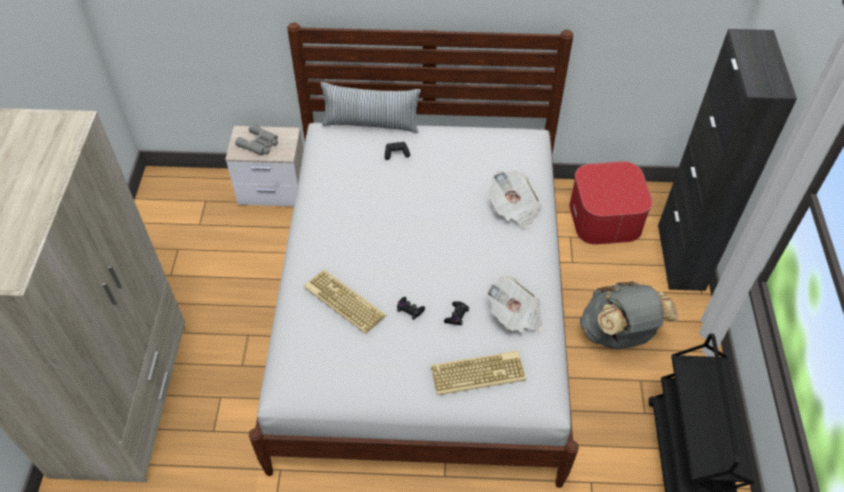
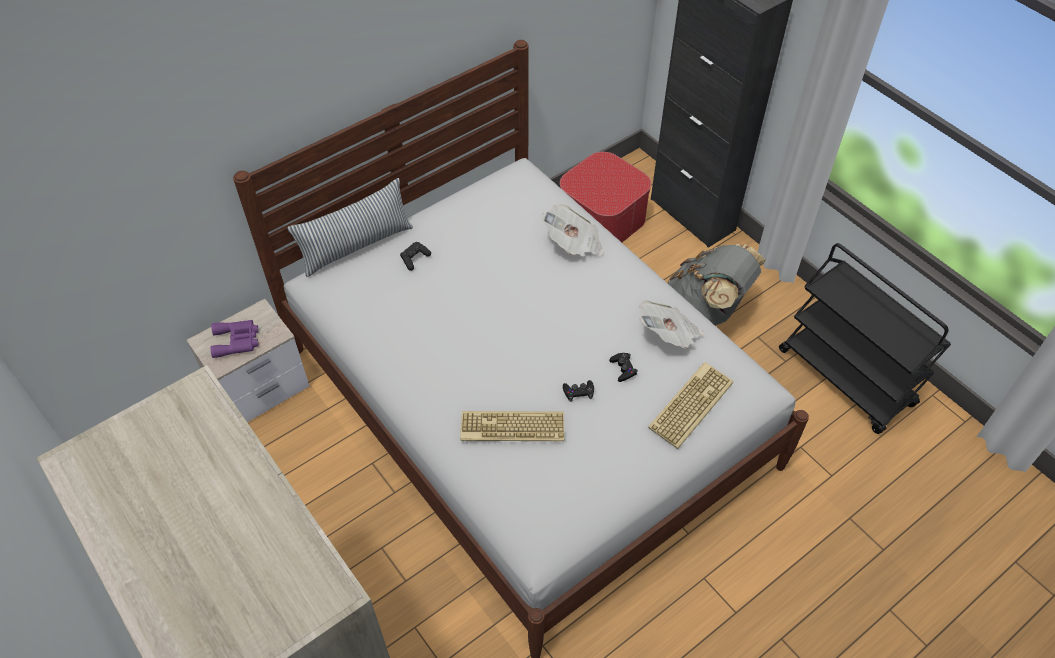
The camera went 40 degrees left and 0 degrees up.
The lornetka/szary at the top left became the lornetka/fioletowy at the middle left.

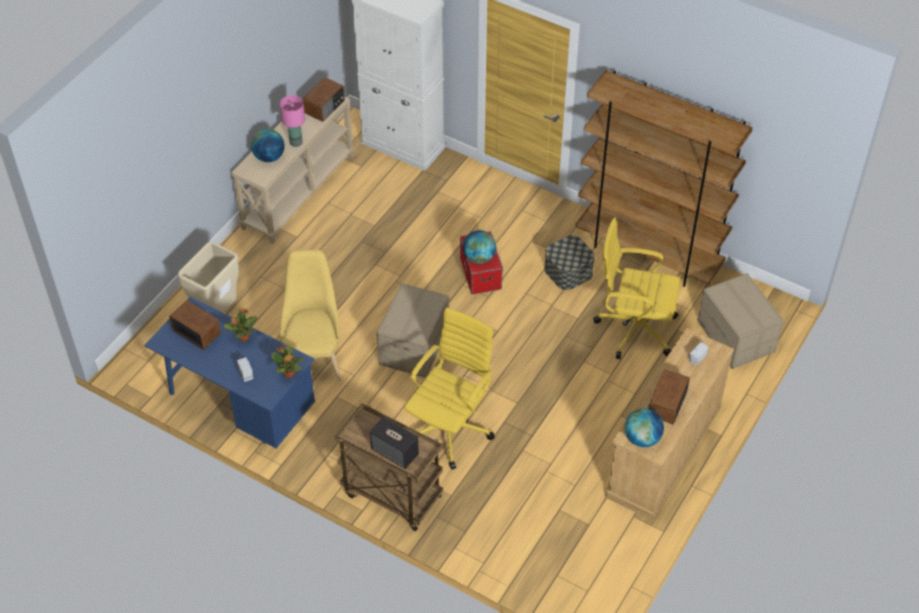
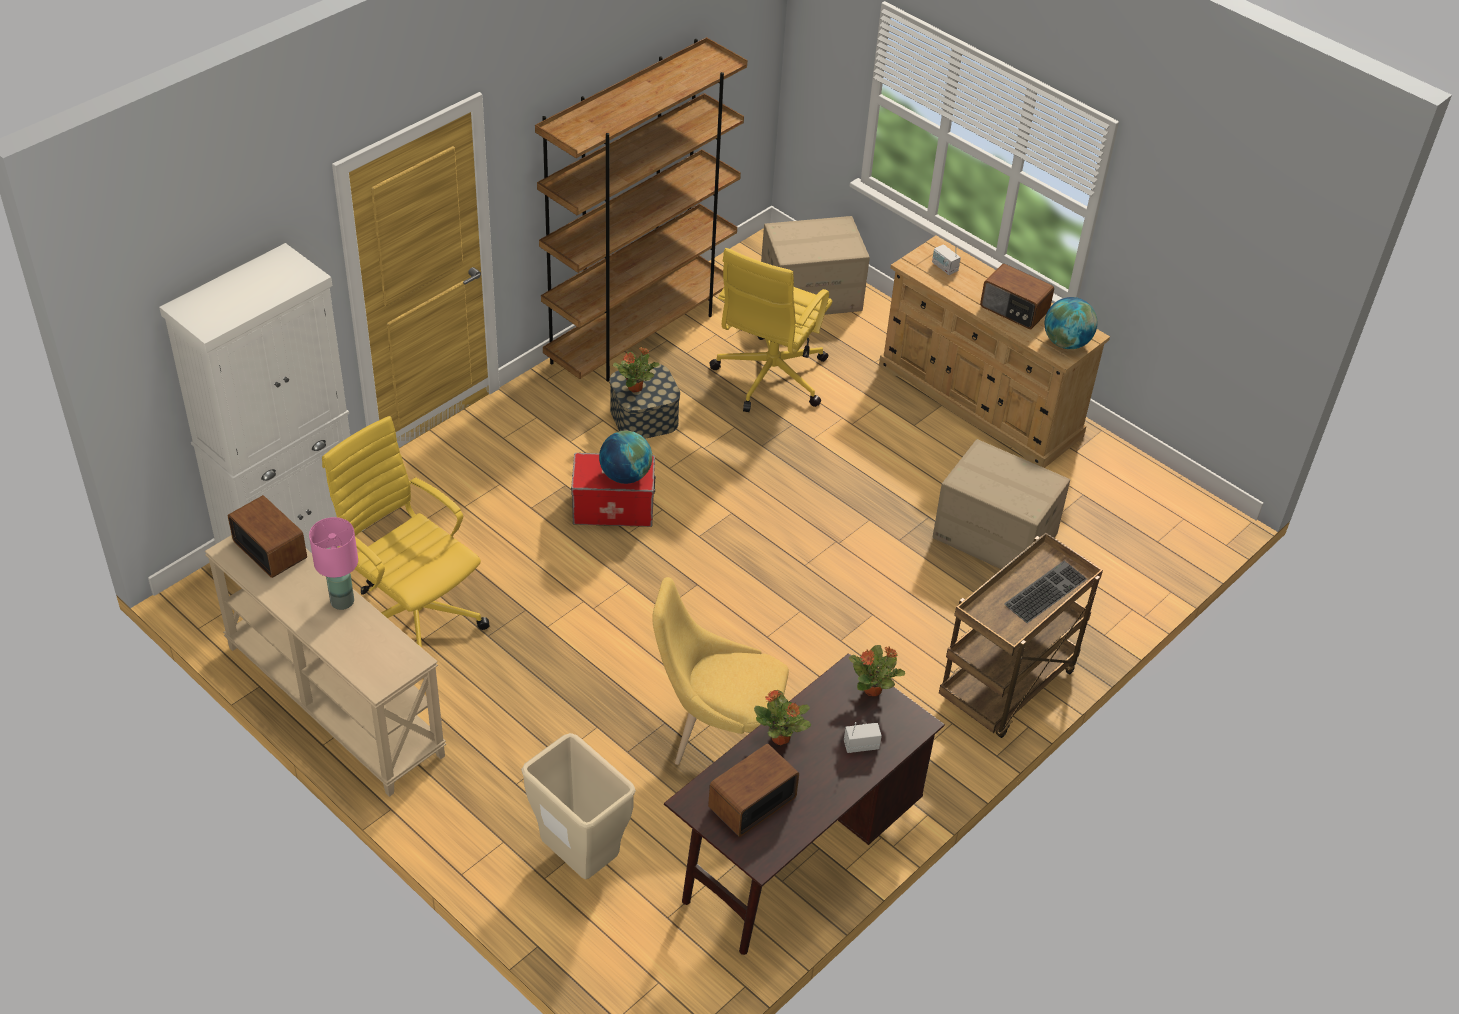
The camera went 80 degrees left and 5 degrees down.
The globus (no. 1 from left) at the top left disappeared.
The roślina doniczkowa (no. 1 from left) at the centre appeared.
The karton (no. 1 from left in the first image) moved from the centre to the middle right.
The krzesło biurowe/żółty (no. 1 from left) moved from the centre to the middle left.
The głośnik at the bottom centre was replaced by the klawiatura at the middle right.
The biurko/niebieski at the middle left became the biurko/brązowy at the bottom centre.

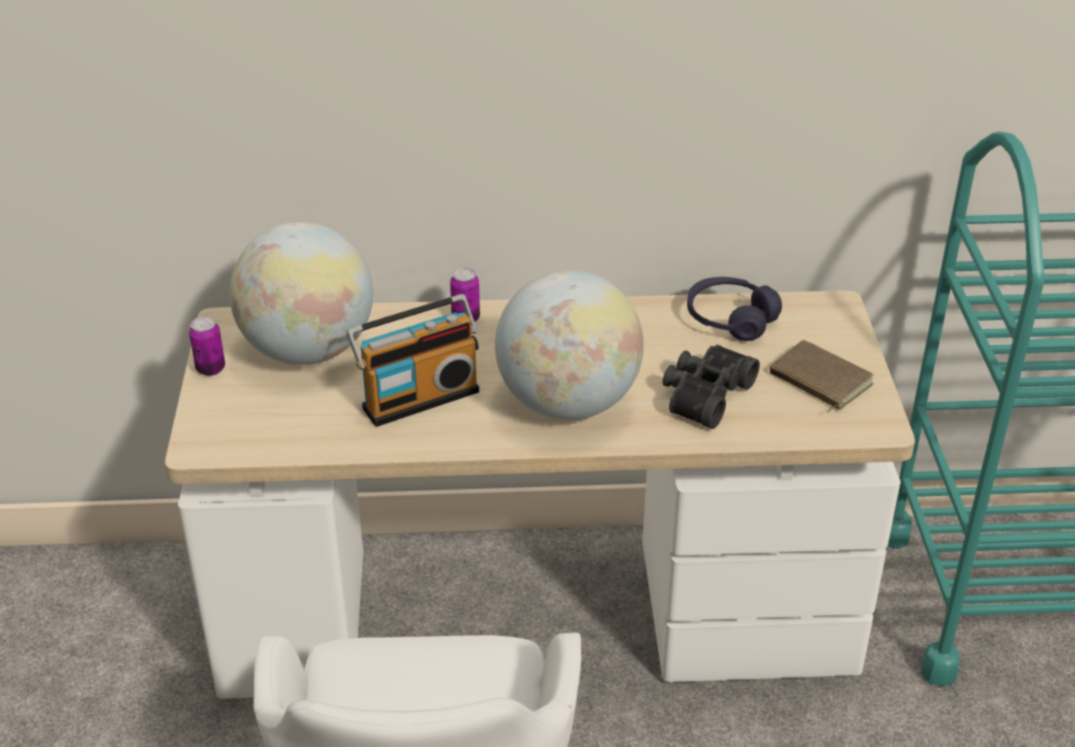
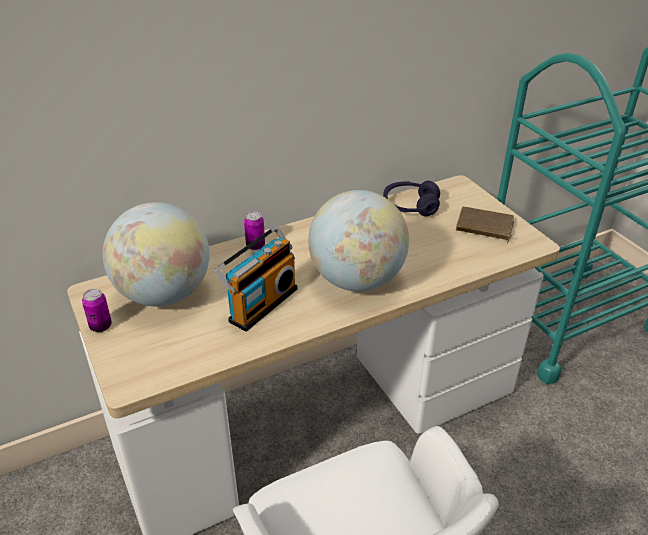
The camera went 25 degrees left and 0 degrees up.
The lornetka/czarny at the centre disappeared.

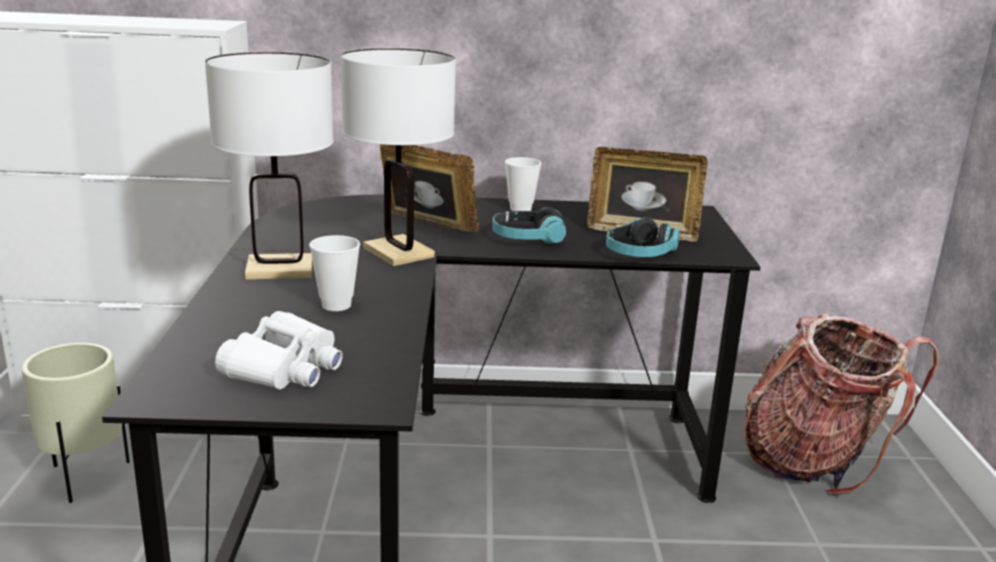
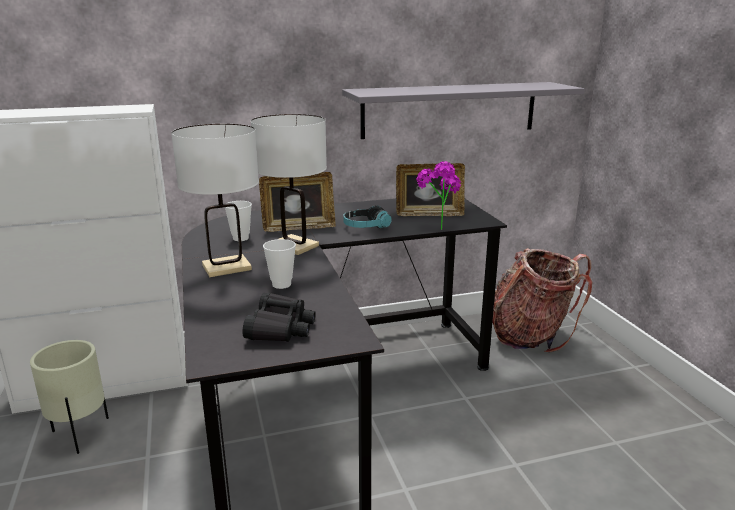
The camera went 15 degrees left and 0 degrees up.
The półka/szary at the top centre appeared.
The filiżanka (no. 2 from left in the first image) moved from the top centre to the middle left.
The słuchawki (no. 2 from left) at the centre was replaced by the roślina doniczkowa at the centre.
The lornetka/biały at the middle left became the lornetka/czarny at the centre.
The ramka na zdjęcie (no. 1 from left) at the centre turned 150 degrees clockwise.

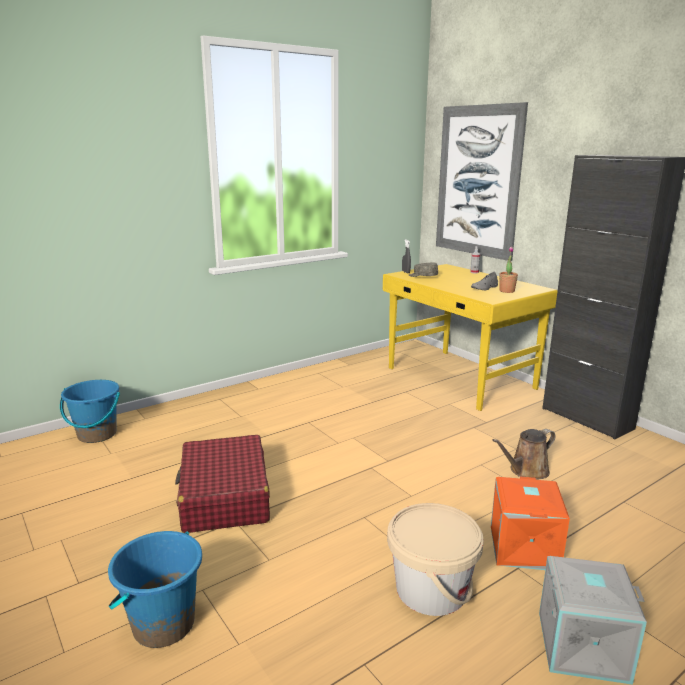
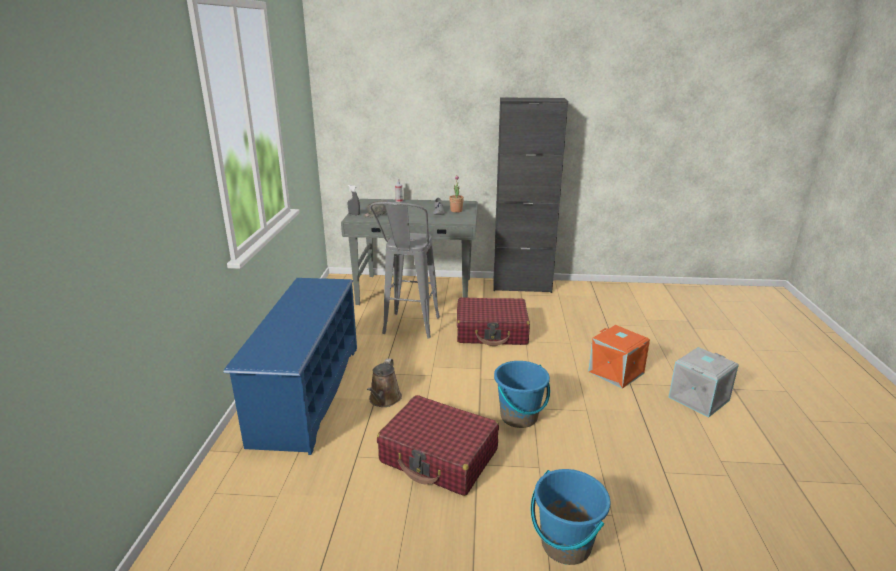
The camera went 50 degrees left and 5 degrees up.
The wiadro/beżowy at the bottom centre disappeared.
The obraz at the top right disappeared.
The regał na buty/niebieski at the middle left appeared.
The stołek/szary at the centre appeared.
The walizka/czerwony (no. 2 from left) at the centre appeared.
The wiadro/niebieski (no. 1 from left) moved from the middle left to the bottom centre.
The konewka/brązowy moved from the middle right to the bottom centre.
The biurko/żółty at the middle right became the biurko/szary at the centre.

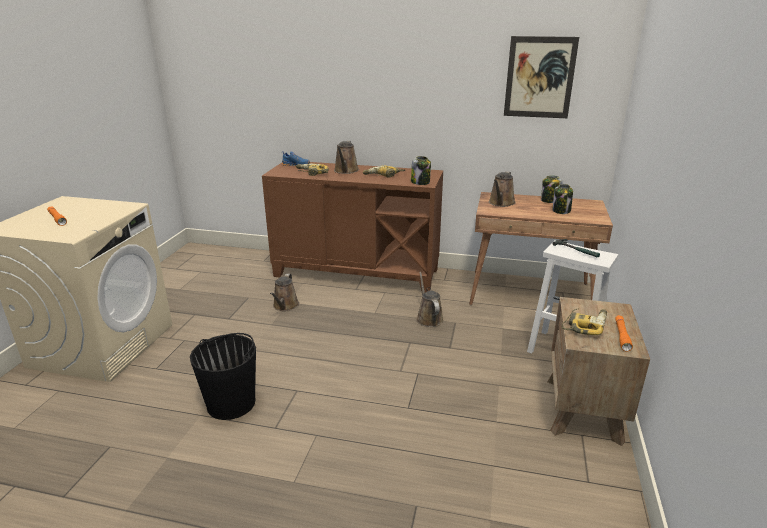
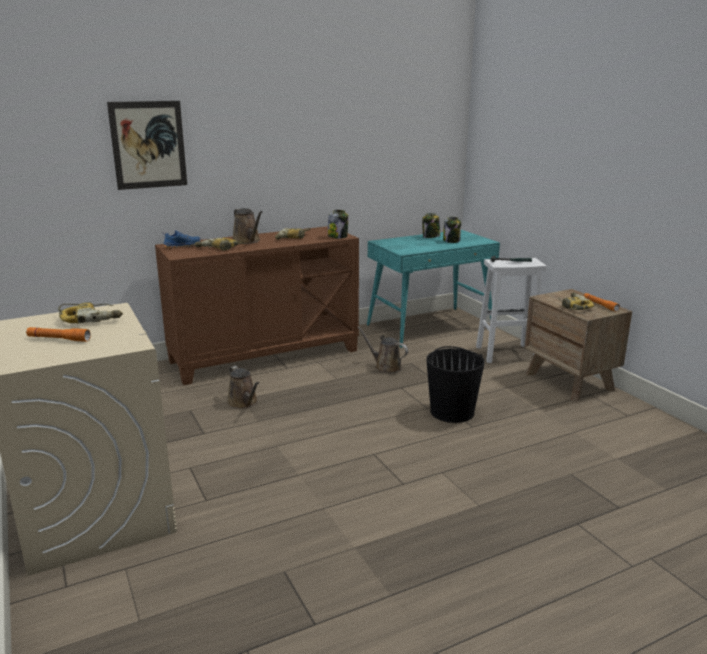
The camera went 40 degrees left and 5 degrees down.
The konewka/brązowy (no. 4 from left) at the centre disappeared.
The wiertarka (no. 1 from left) at the middle left appeared.
The wiadro/czarny moved from the bottom left to the centre.
The obraz moved from the top right to the top left.
The biurko/brązowy at the middle right became the biurko/turkusowy at the centre.

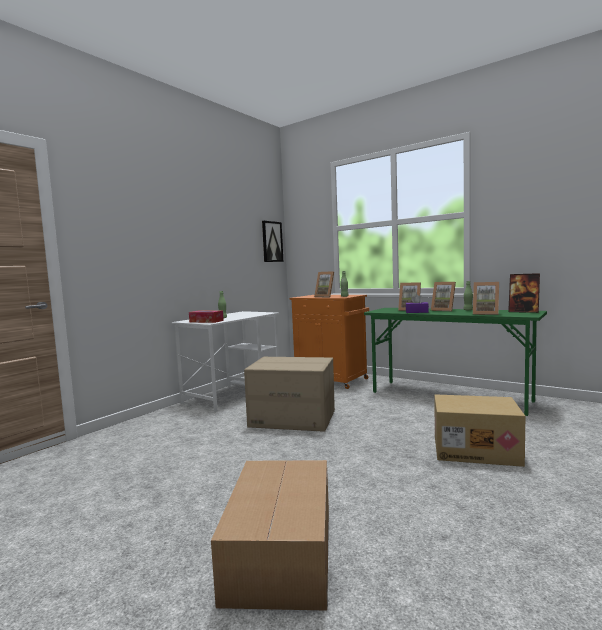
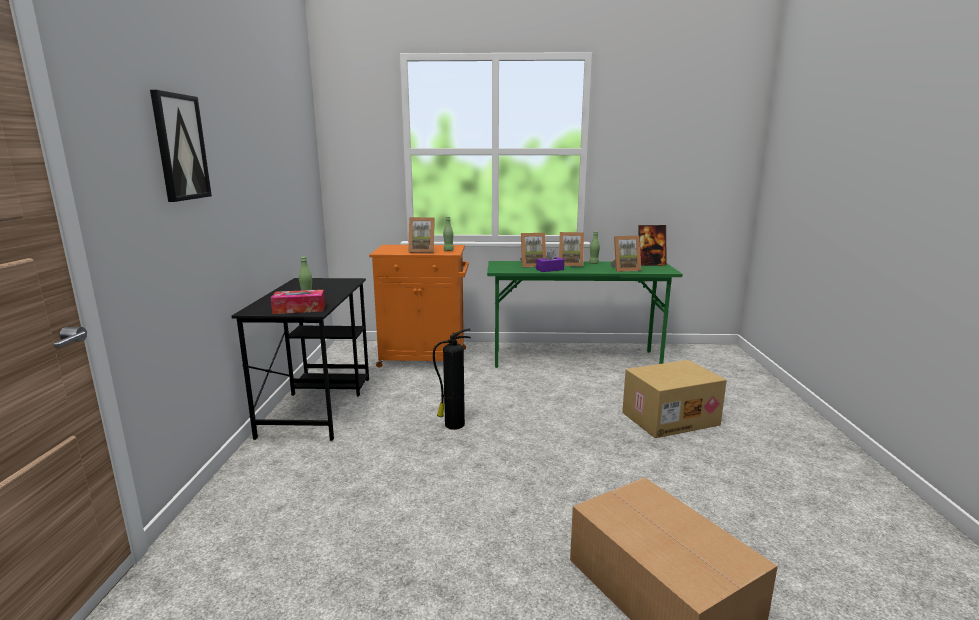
The camera went 35 degrees left and 10 degrees up.
The obraz moved from the centre to the top left.
The karton (no. 2 from left) at the centre was replaced by the gaśnica at the centre.
The biurko/biały at the centre became the biurko/czarny at the middle left.

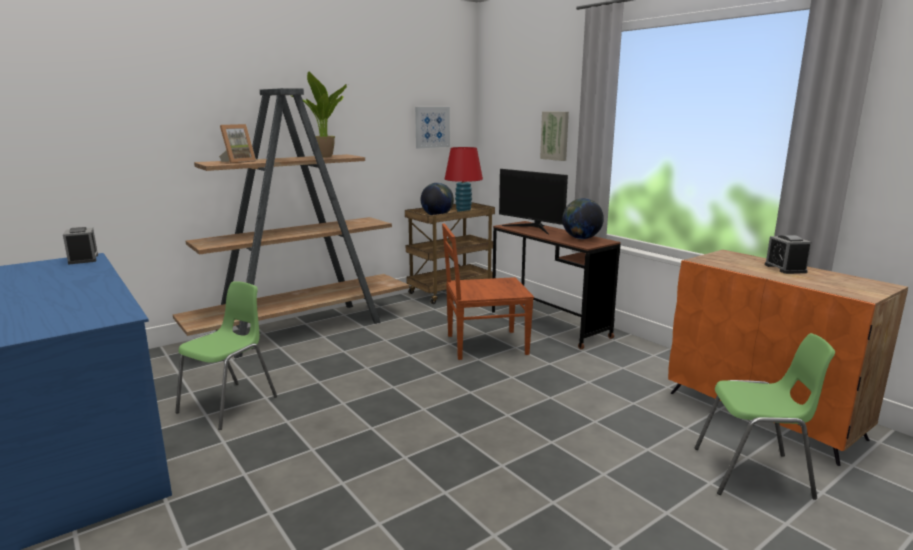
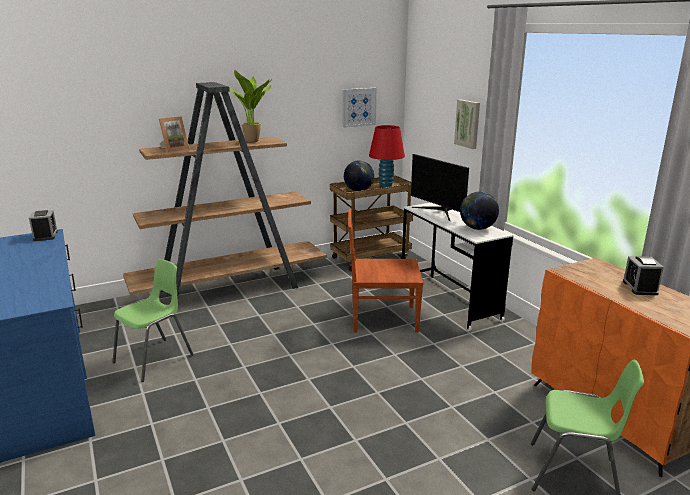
The camera went 10 degrees right and 5 degrees up.
The biurko/brązowy at the centre became the biurko/biały at the centre.

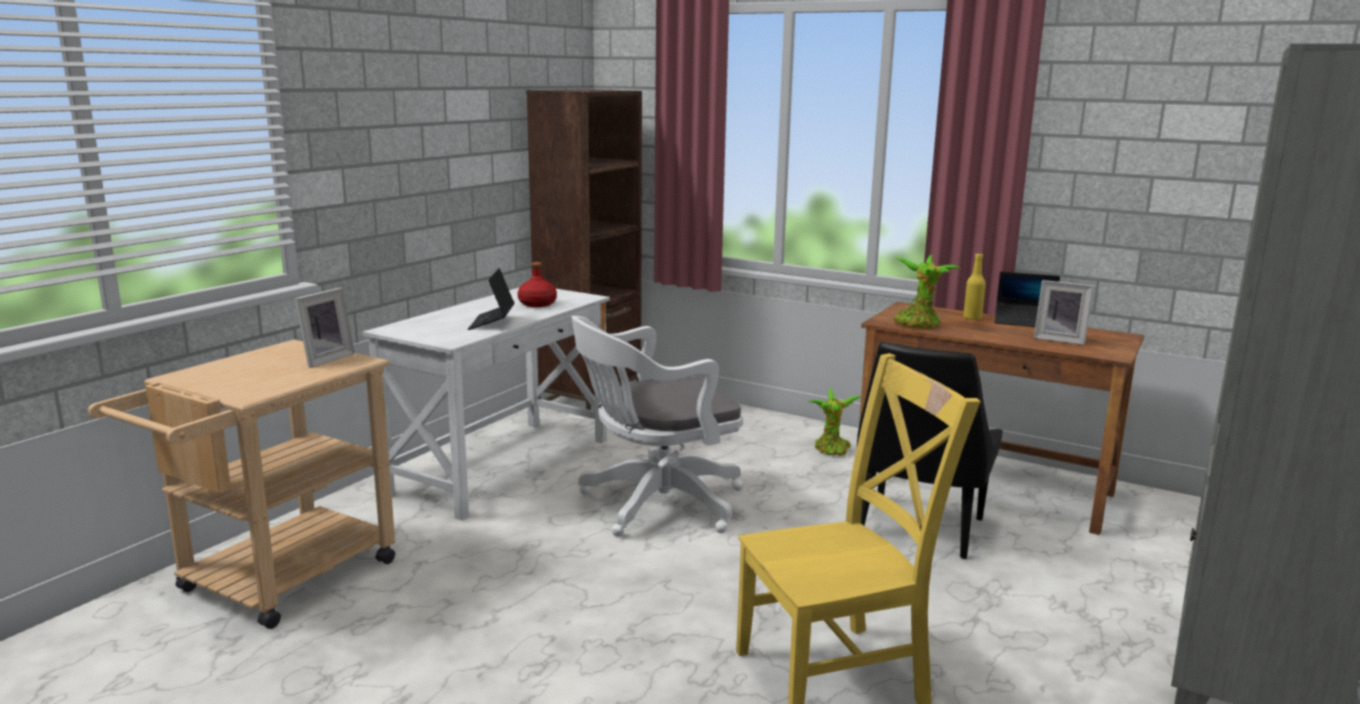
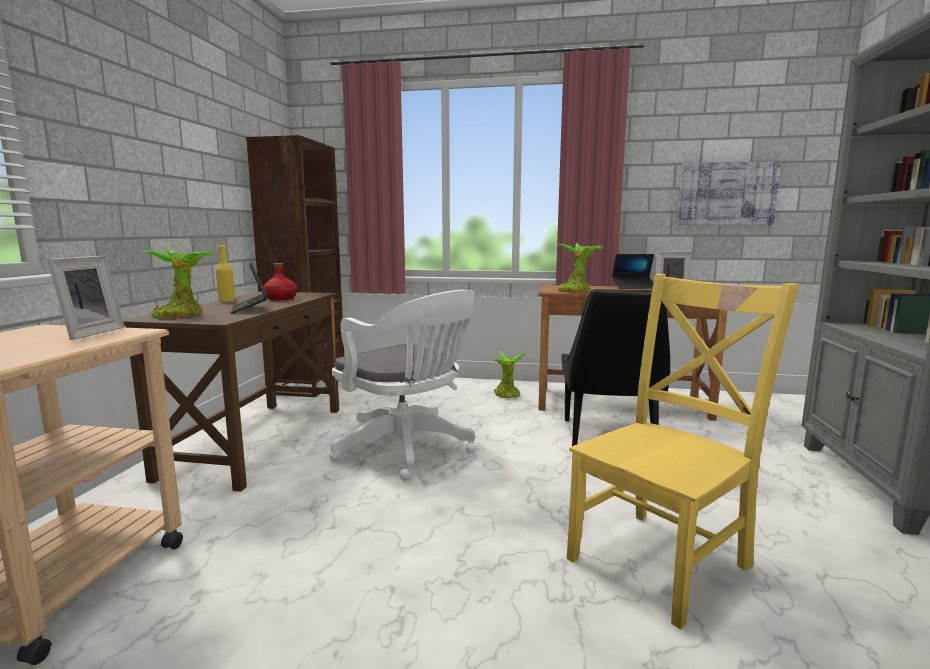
The camera went 20 degrees left and 5 degrees down.
The roślina doniczkowa (no. 1 from left) at the middle left appeared.
The obraz at the top right appeared.
The butelka/żółty moved from the middle right to the middle left.
The biurko/biały at the centre became the biurko/brązowy (no. 1 from left) at the middle left.
The krzesło biurowe/biały at the centre turned 90 degrees counterclockwise.

